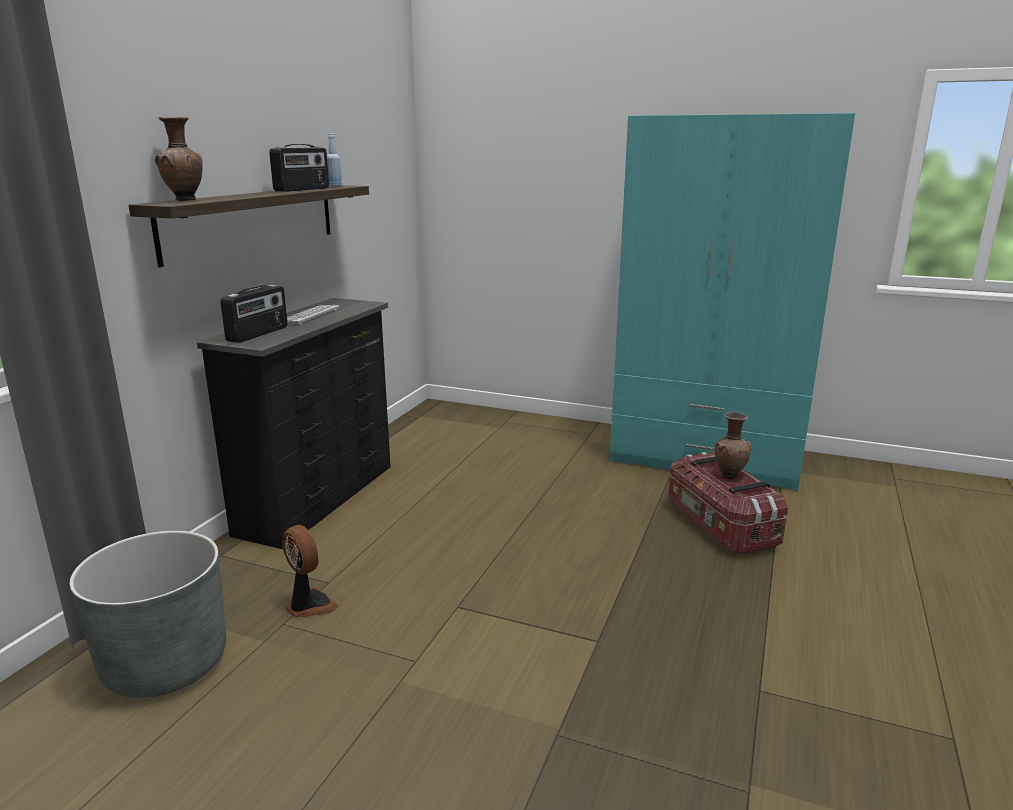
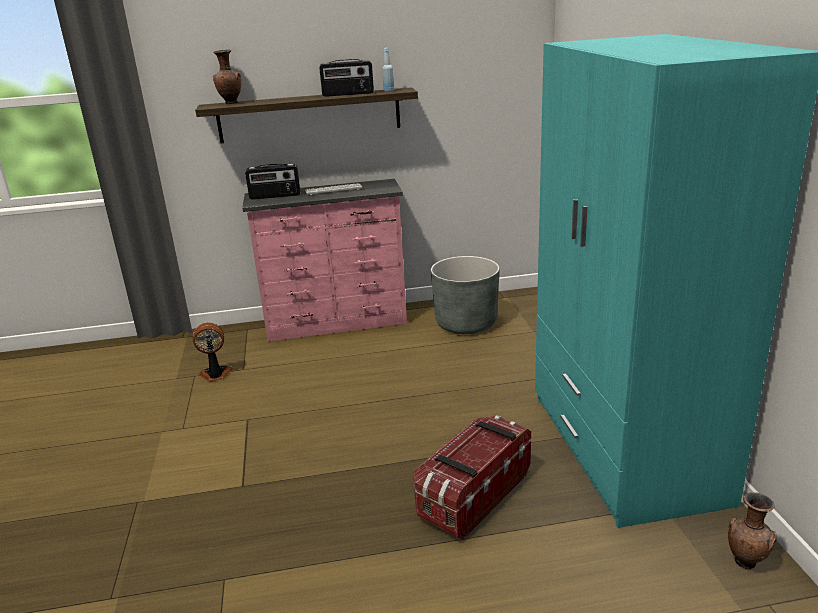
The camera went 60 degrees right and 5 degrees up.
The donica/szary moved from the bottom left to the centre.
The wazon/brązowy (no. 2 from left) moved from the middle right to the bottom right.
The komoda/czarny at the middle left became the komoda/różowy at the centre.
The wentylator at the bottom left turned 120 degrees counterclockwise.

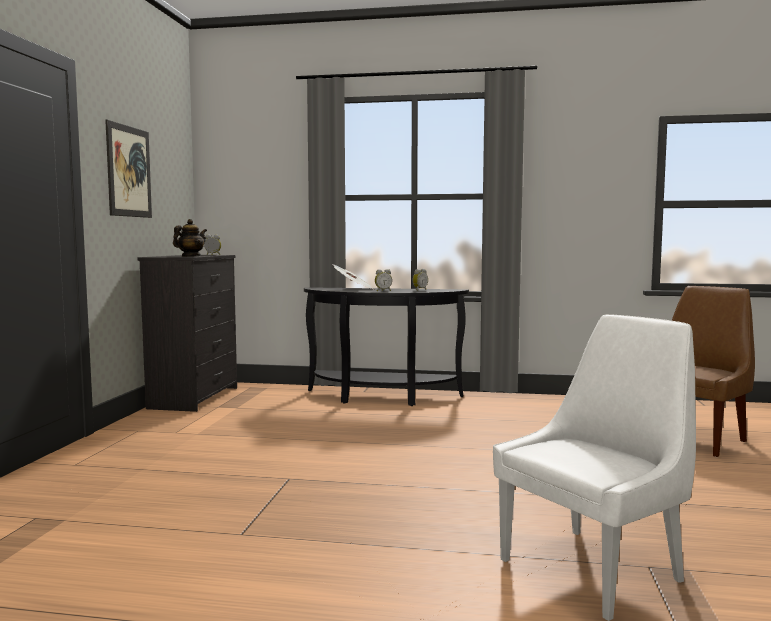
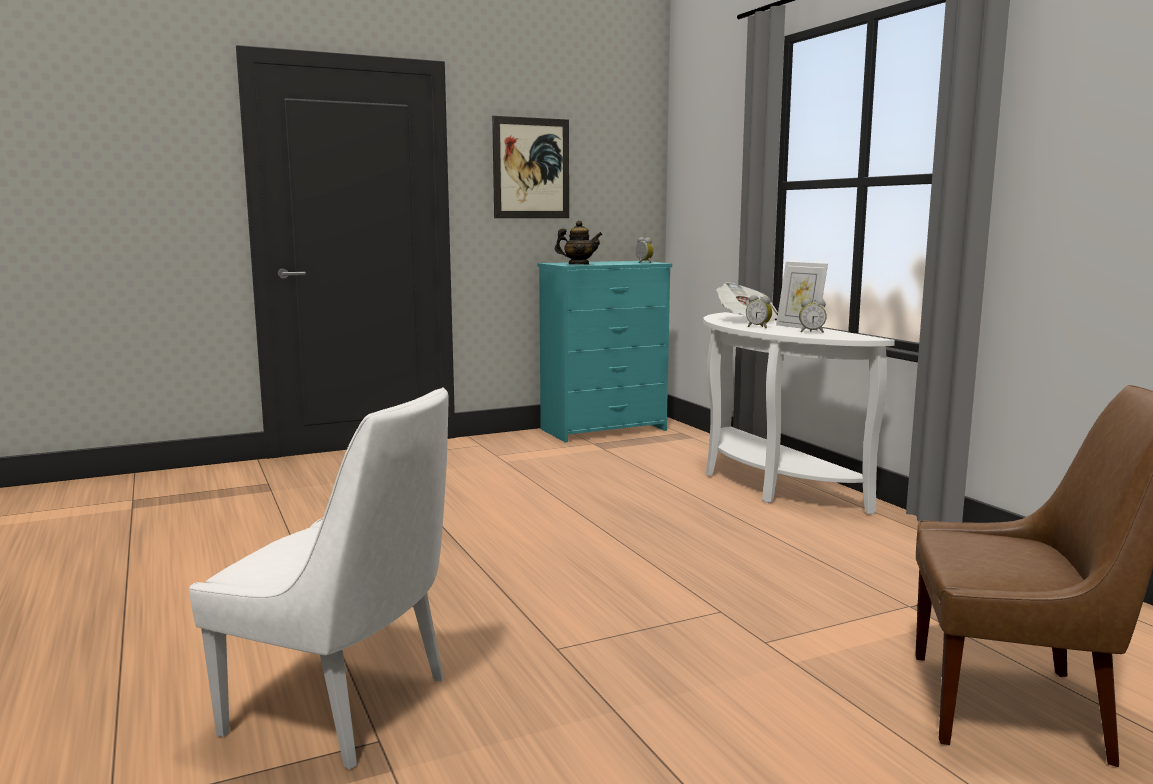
The camera went 55 degrees right and 5 degrees up.
The ramka na zdjęcie at the middle right appeared.
The komoda/czarny at the middle left became the komoda/turkusowy at the centre.
The stolik konsolowy/czarny at the centre became the stolik konsolowy/biały at the middle right.

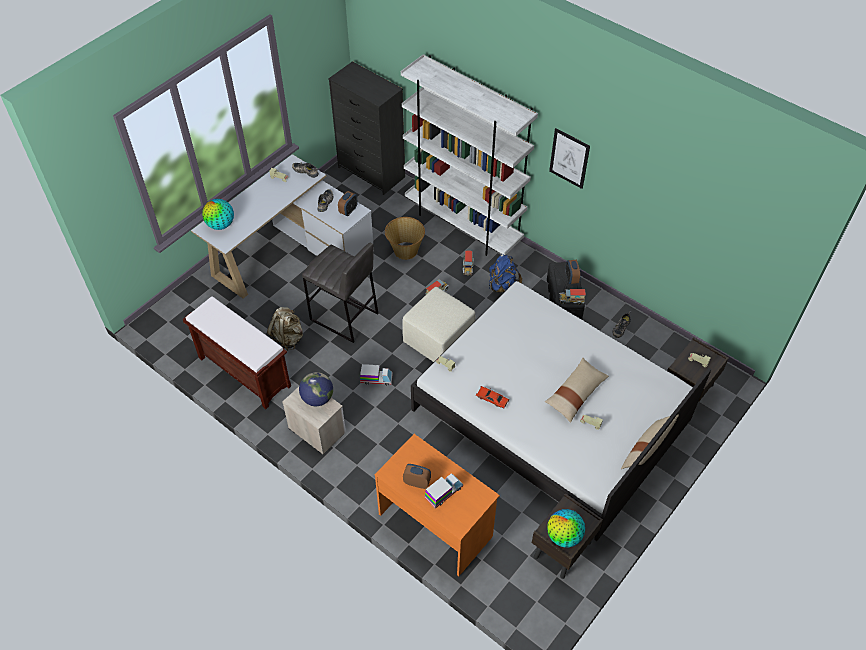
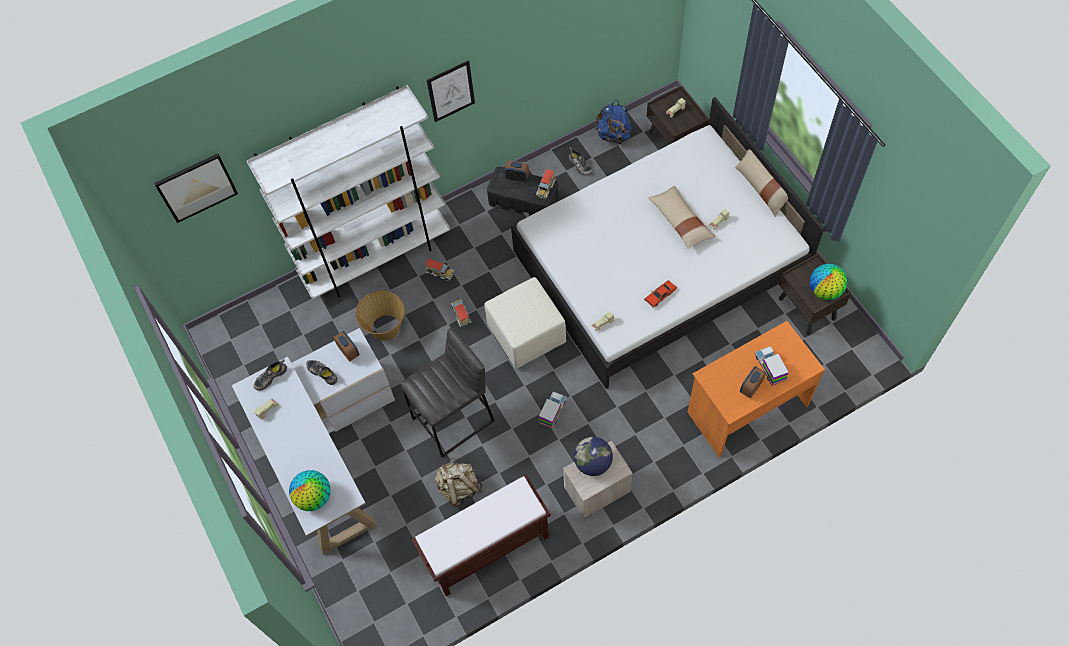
The camera went 65 degrees left and 10 degrees up.
The komoda/czarny at the top centre disappeared.
The obraz (no. 1 from left) at the top left appeared.
The plecak/niebieski moved from the centre to the top centre.

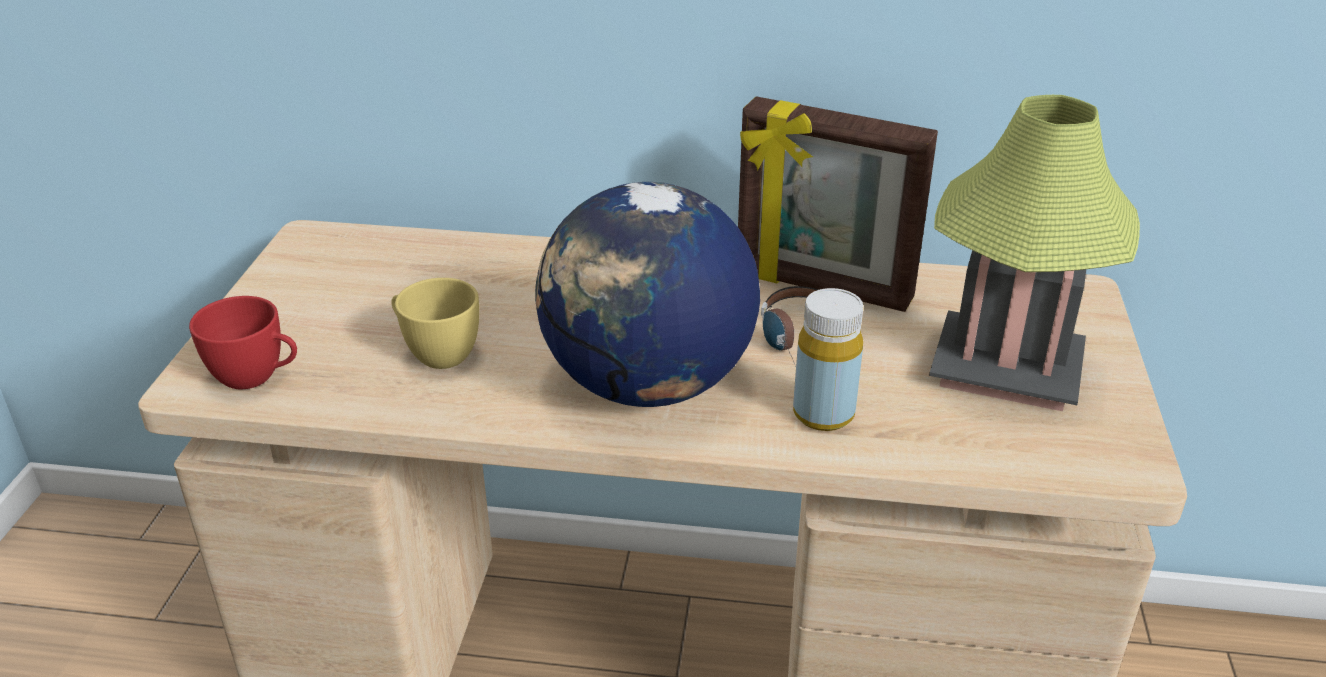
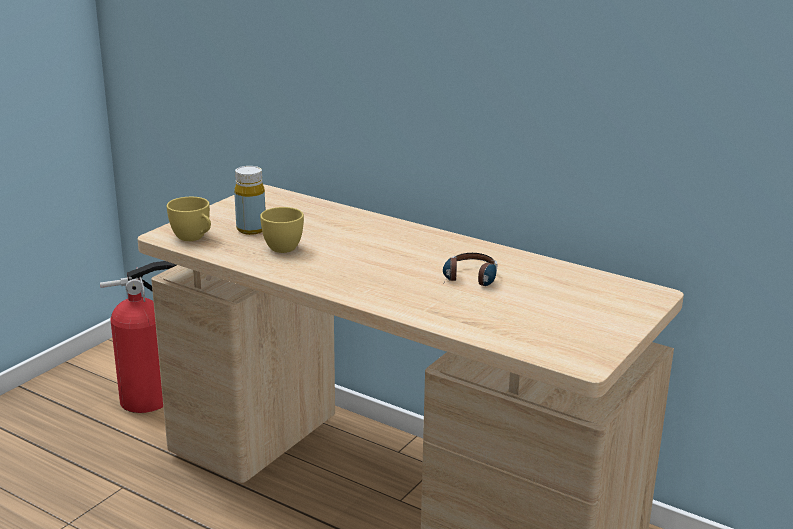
The camera went 25 degrees right and 10 degrees down.
The globus at the centre disappeared.
The ramka na zdjęcie at the top centre disappeared.
The lampa stołowa at the middle right disappeared.
The gaśnica at the middle left appeared.
The butelka/żółty moved from the centre to the middle left.
The filiżanka/czerwony at the middle left became the filiżanka/żółty (no. 1 from left) at the middle left.

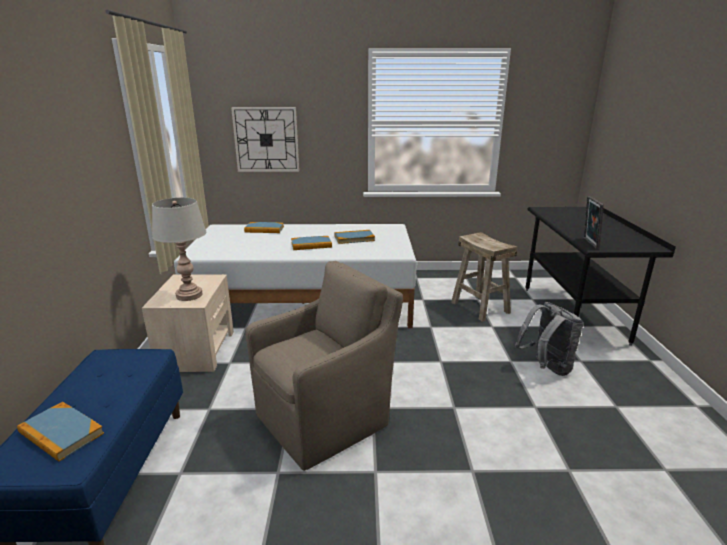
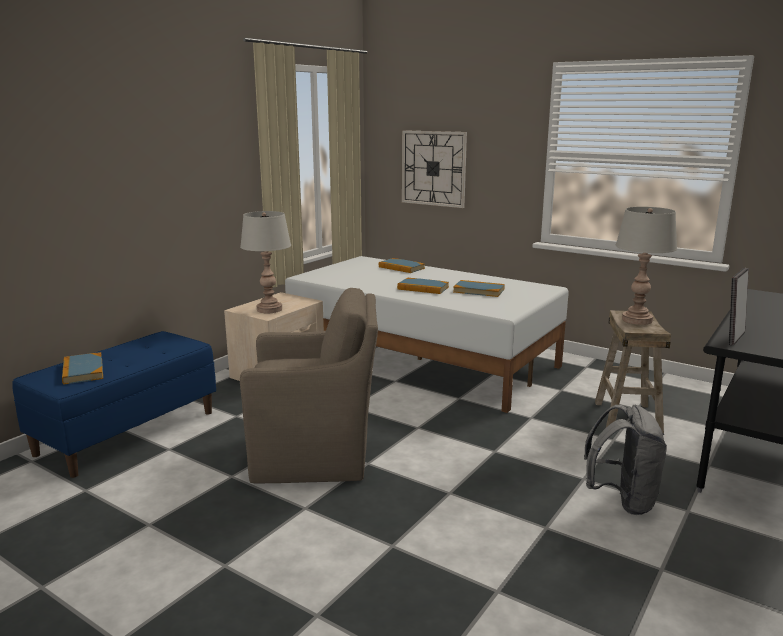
The camera went 35 degrees right and 5 degrees down.
The lampa stołowa/szary (no. 2 from left) at the middle right appeared.

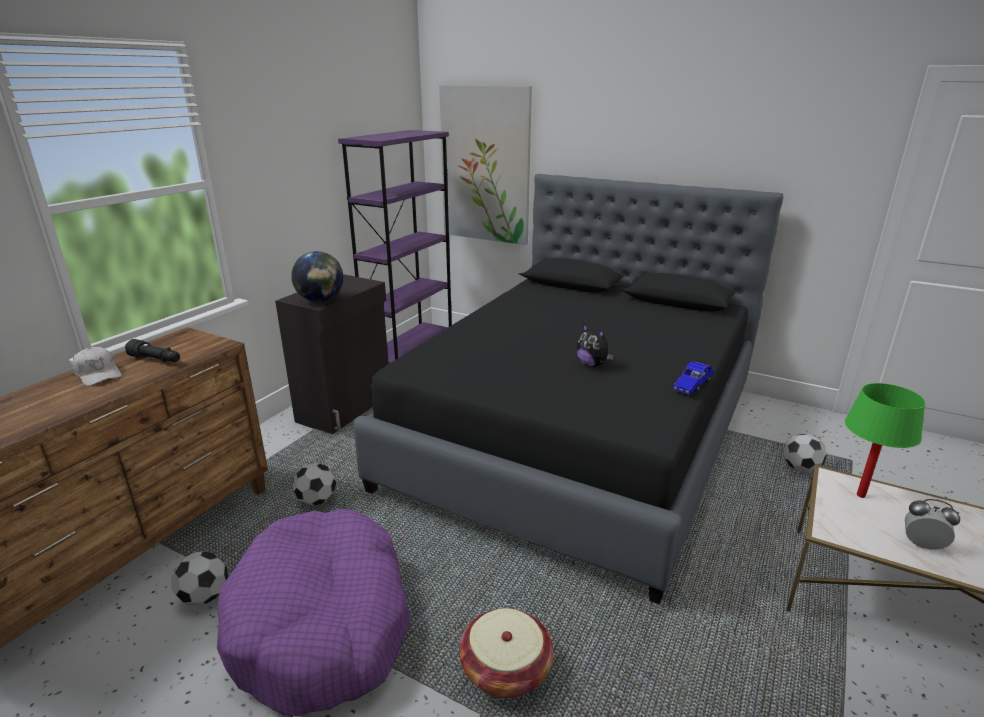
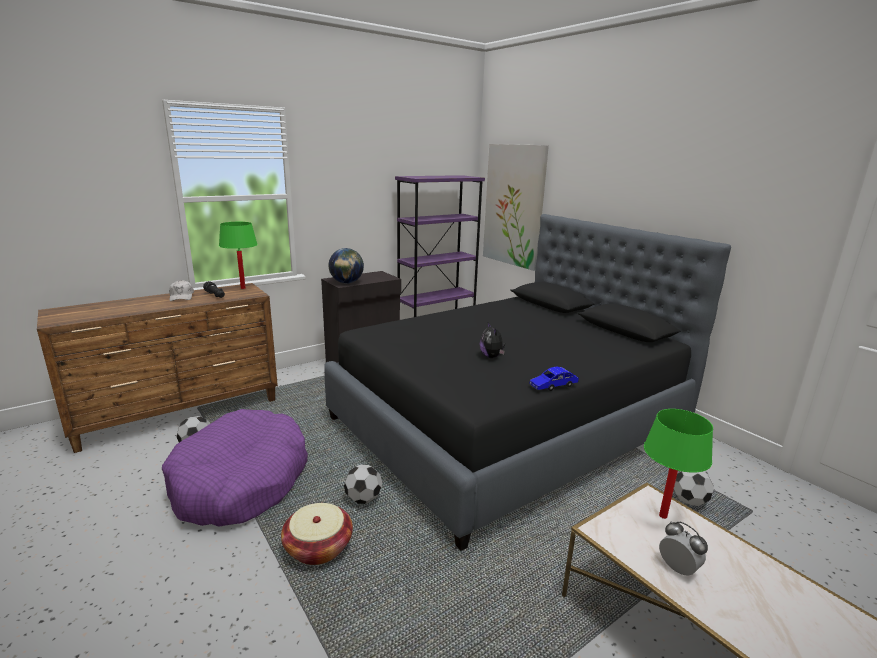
The camera went 25 degrees right and 5 degrees down.
The lampa stołowa/zielony (no. 1 from left) at the middle left appeared.
The piłka futbolowa (no. 2 from left) moved from the bottom left to the bottom centre.

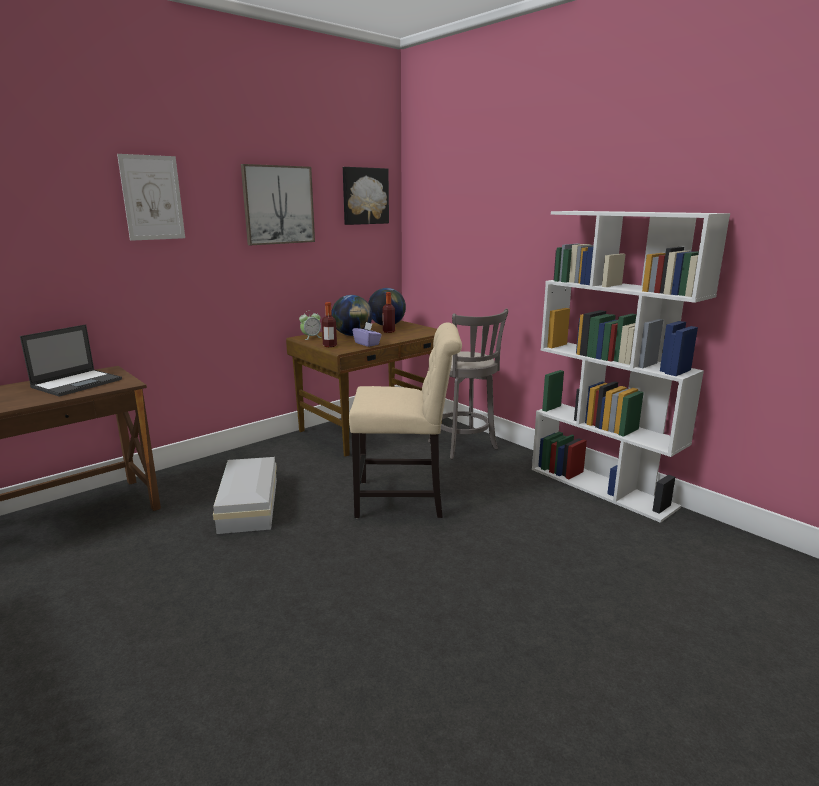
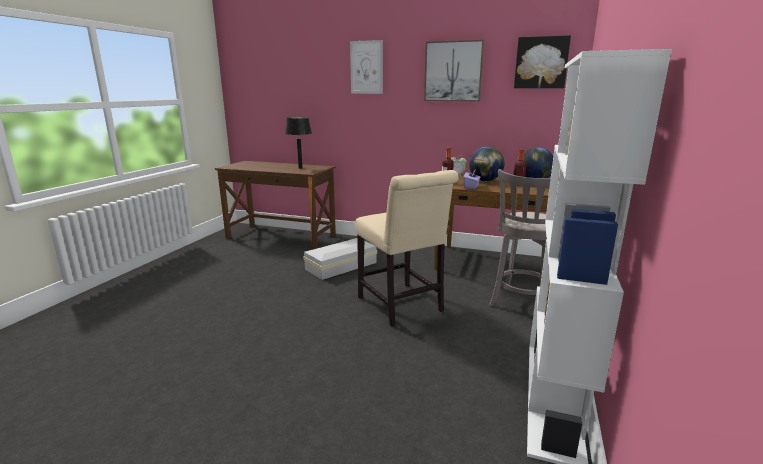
The camera went 60 degrees right and 0 degrees up.
The laptop at the middle left was replaced by the lampa stołowa/czarny at the top centre.

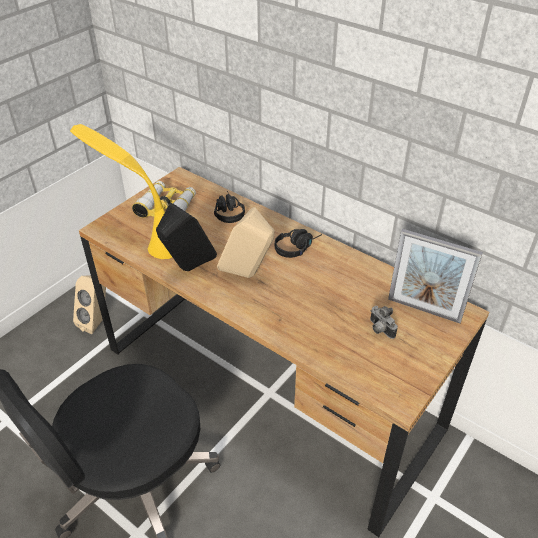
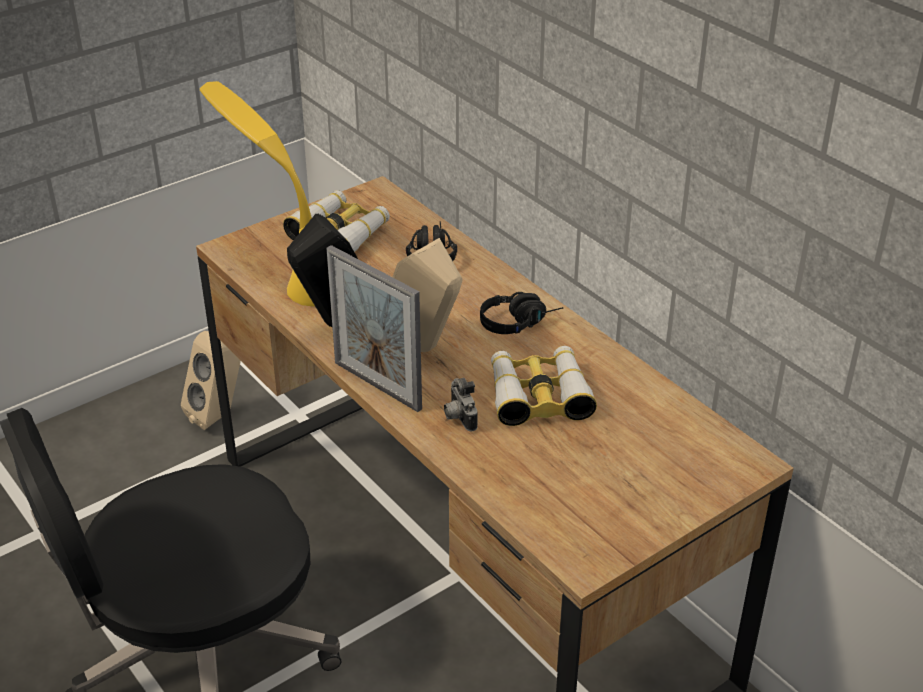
The camera went 15 degrees right and 5 degrees down.
The lornetka (no. 2 from left) at the centre appeared.
The aparat fotograficzny moved from the middle right to the centre.
The ramka na zdjęcie moved from the middle right to the centre.

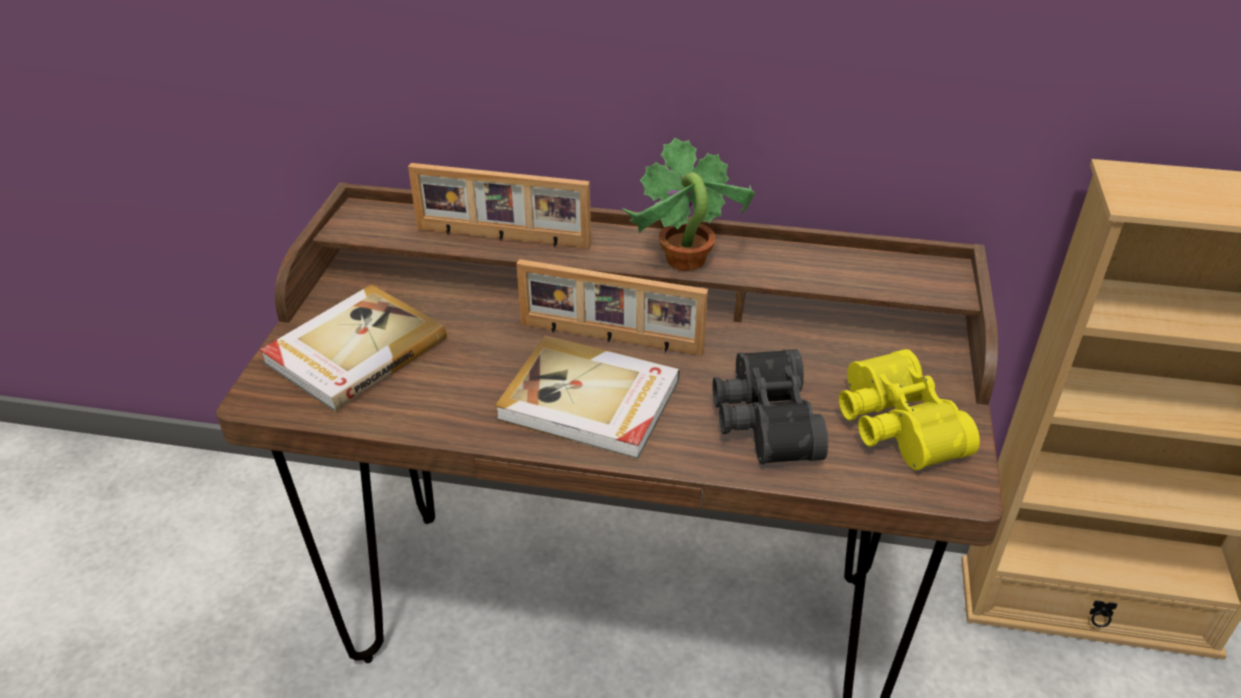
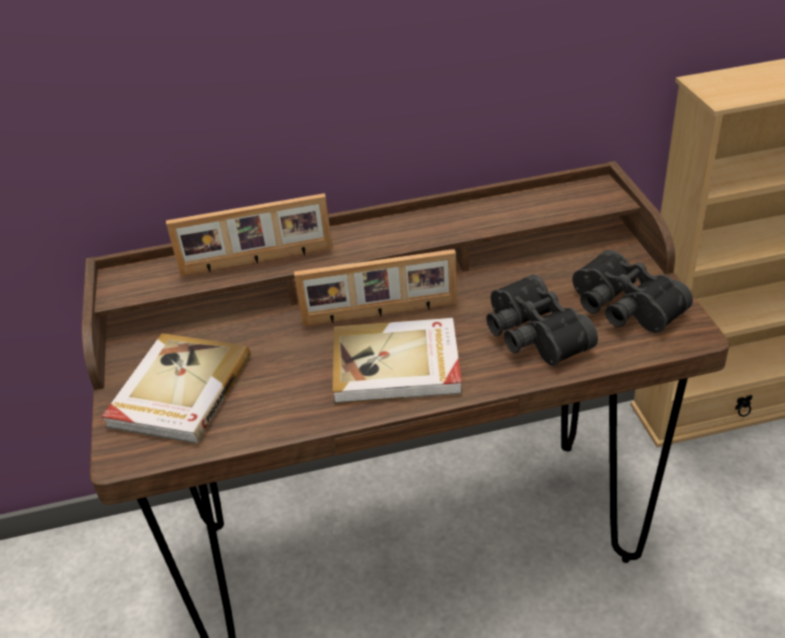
The camera went 20 degrees left and 0 degrees up.
The roślina doniczkowa at the top centre disappeared.
The lornetka/żółty at the middle right became the lornetka/czarny (no. 2 from left) at the middle right.

